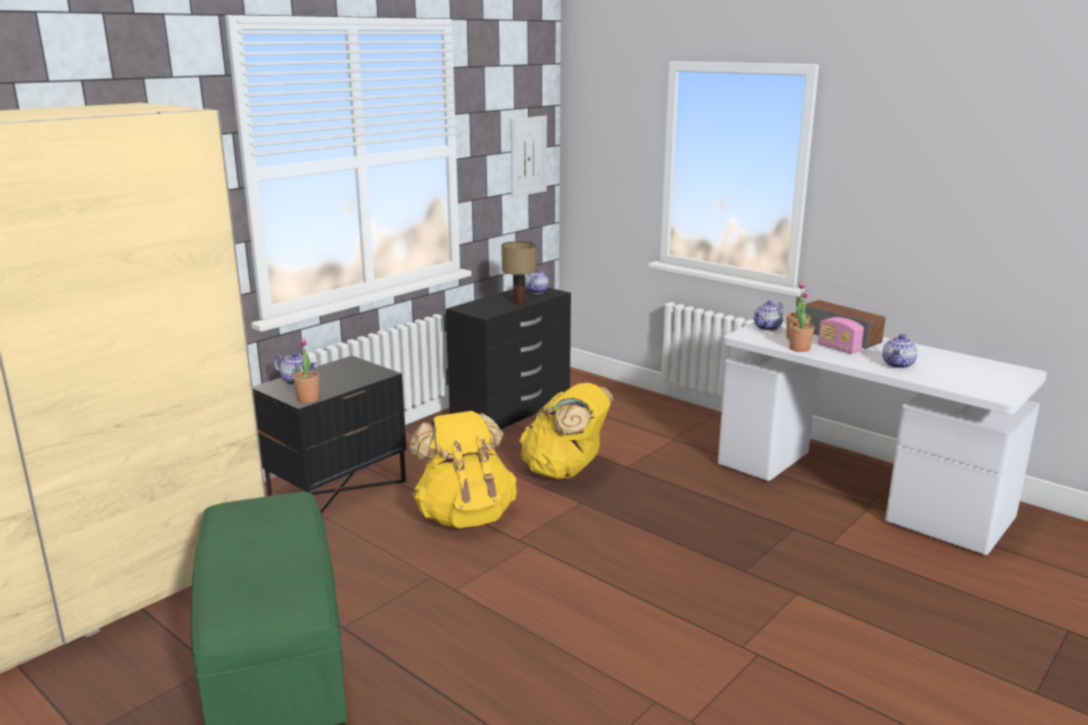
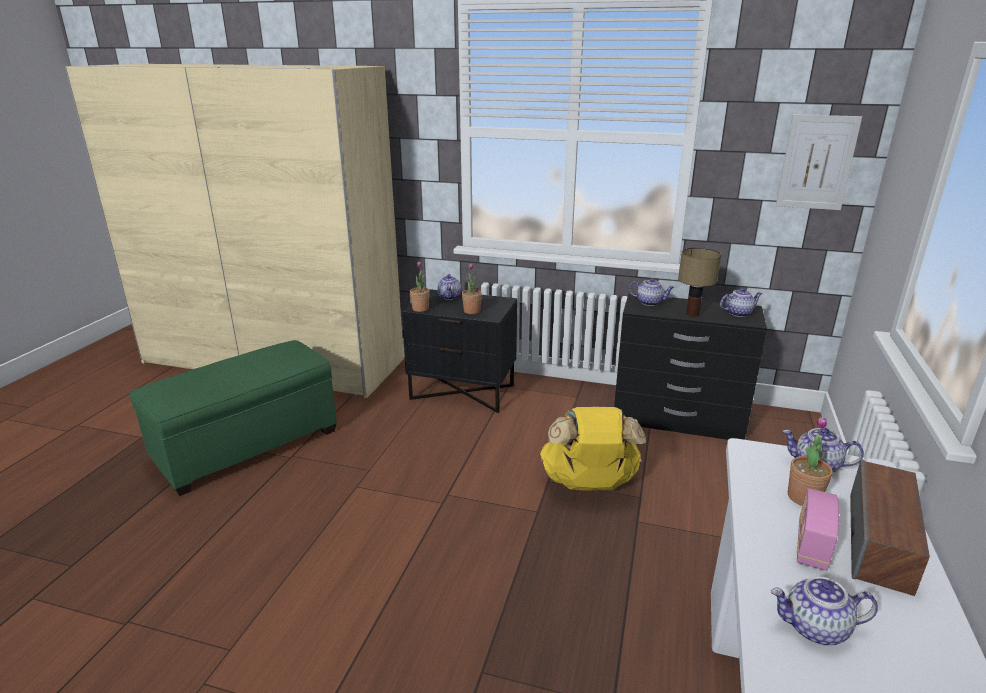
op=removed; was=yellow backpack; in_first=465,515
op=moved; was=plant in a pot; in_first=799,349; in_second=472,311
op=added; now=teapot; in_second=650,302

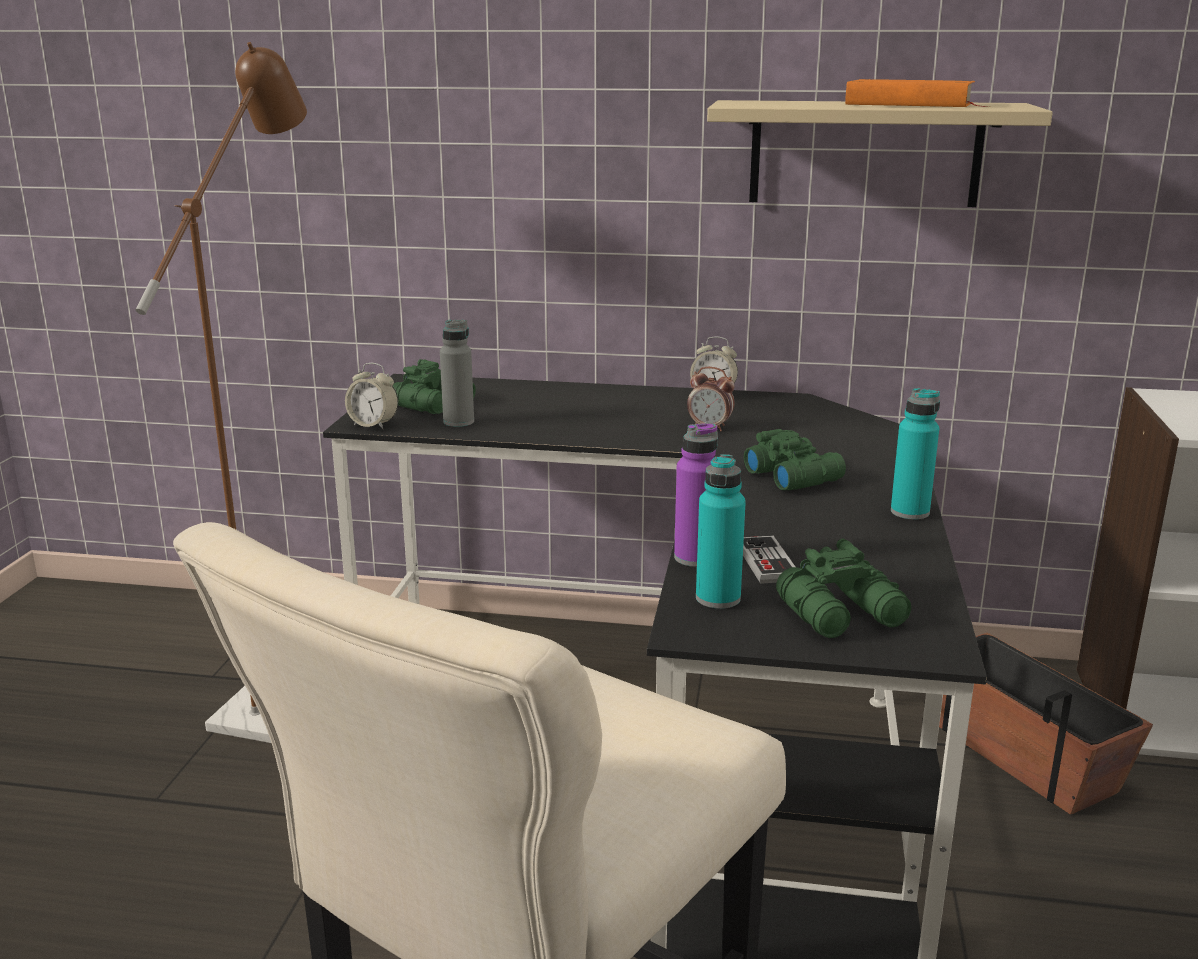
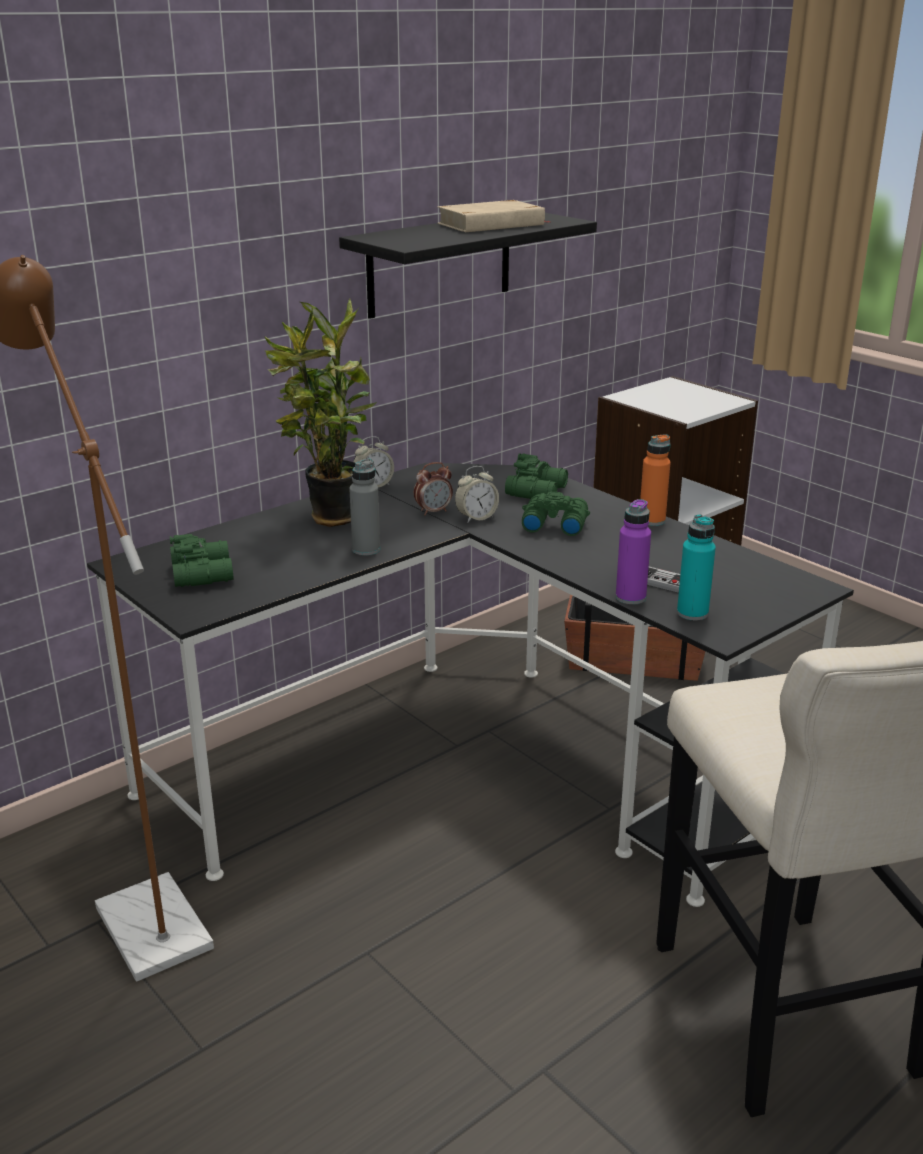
op=moved; was=table clock; in_first=373,425; in_second=476,518
op=moved; was=grey drink bottle; in_first=458,422; in_second=366,550
op=recoloured; was=beige-coloured wall shelf; now=black-coloured wall shelf; in_first=865,153; in_second=440,263
op=moved; was=green pair of binoculars; in_first=844,614; in_second=538,491
op=recoloured; was=orange volume; now=beige-coloured volume; in_first=910,104; in_second=491,224
op=recoloured; was=turquoise-coloured drink bottle; now=orange drink bottle; in_first=910,512; in_second=652,521
op=added; now=plant in a pot; in_second=330,518

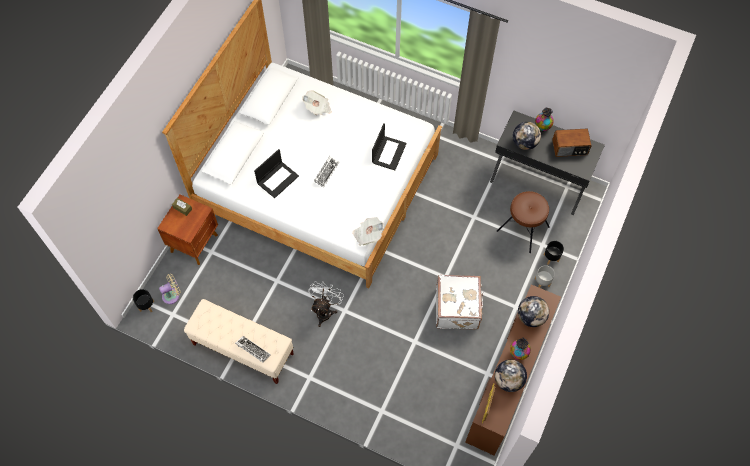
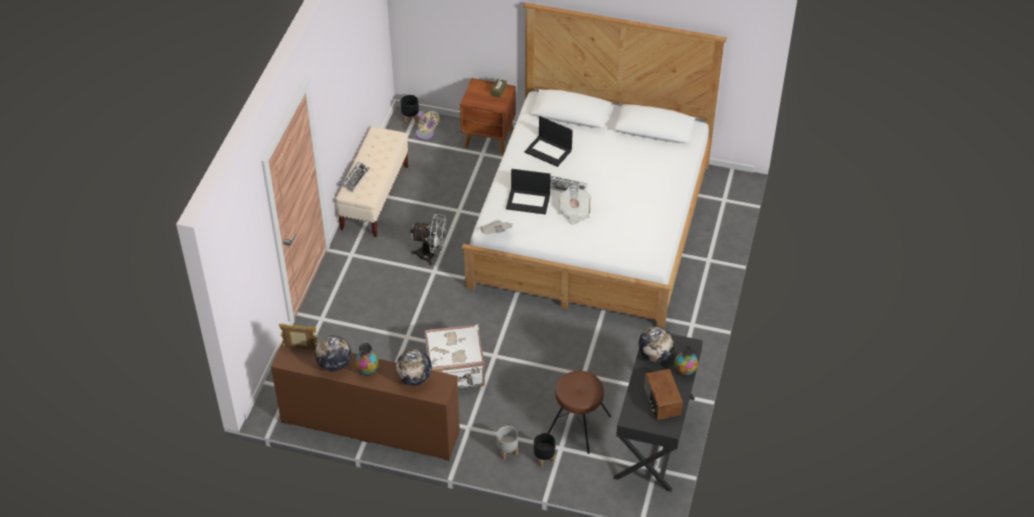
op=moved; was=daily paper; in_first=317,108; in_second=574,212
op=moved; was=laptop; in_first=389,152; in_second=528,201

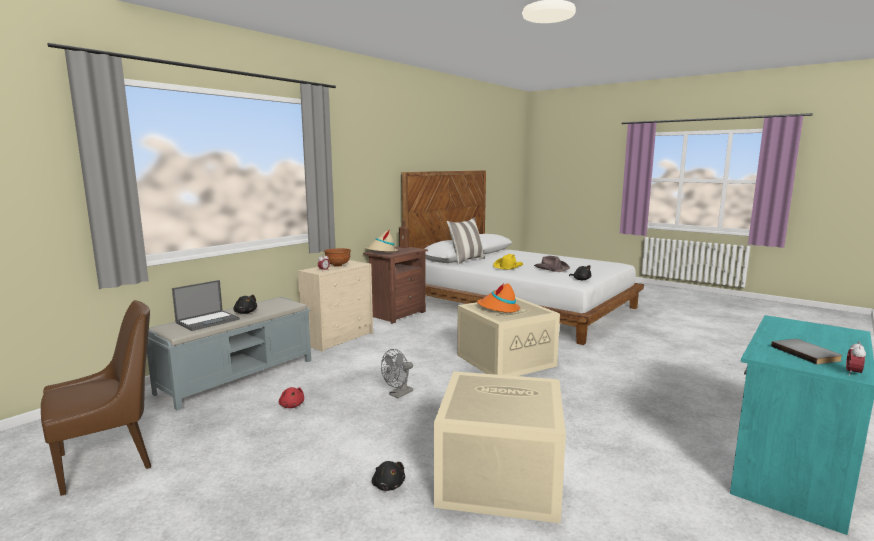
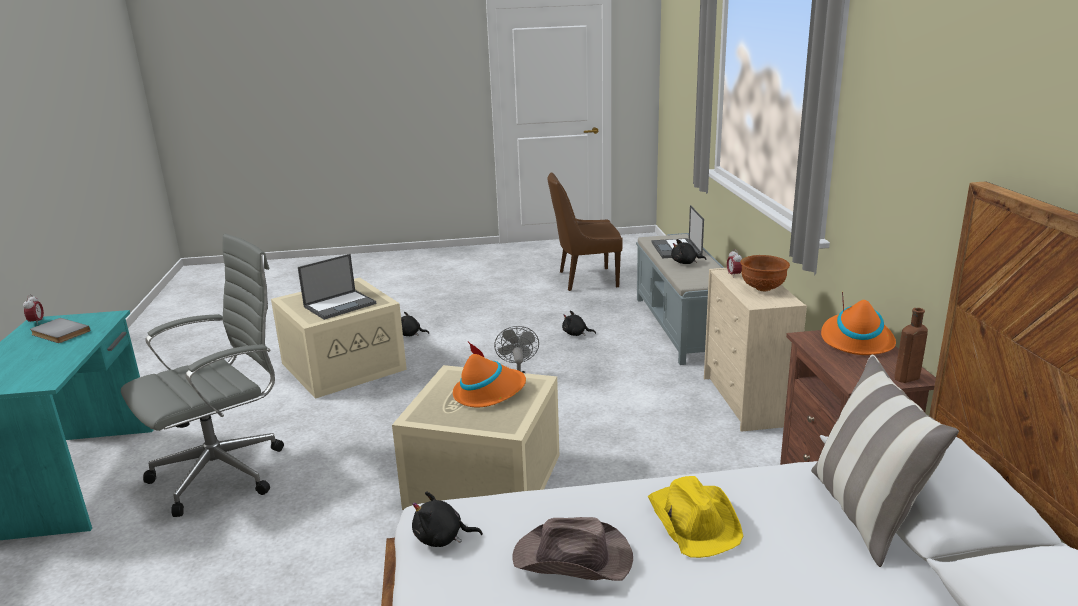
op=turned; was=brown-coloured upright chair; in_first=110,460; in_second=585,279; clockwise=75
op=recoloured; was=red cuddly toy; now=black-coloured cuddly toy; in_first=292,405; in_second=576,334
op=recoloured; was=beige-coloured wearable hat; now=orange wearable hat; in_first=381,252; in_second=856,340
op=added; now=grey desk chair; in_second=225,472
op=added; now=laptop; in_second=340,305

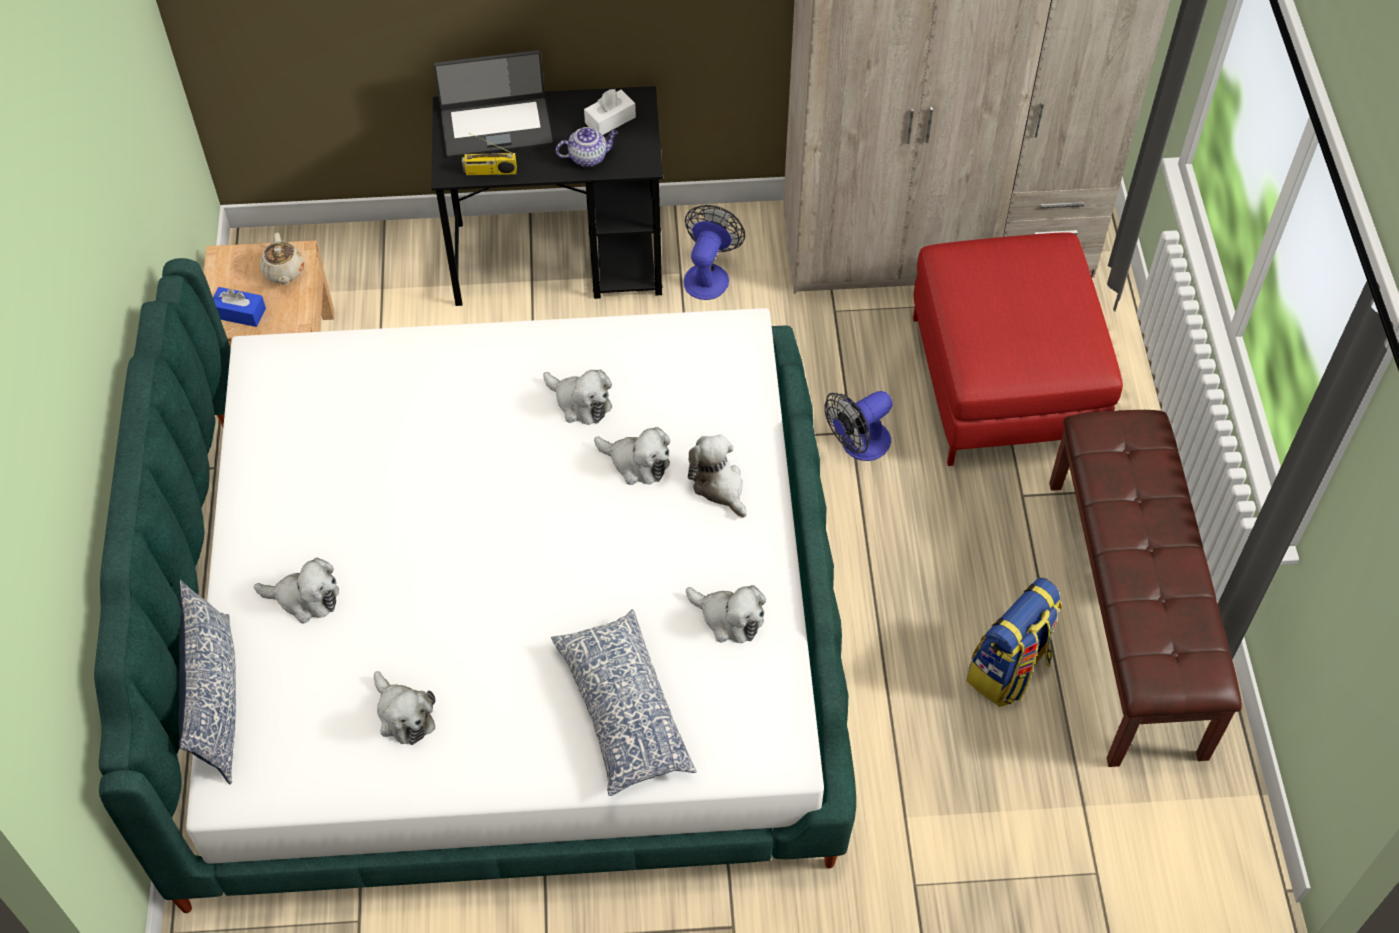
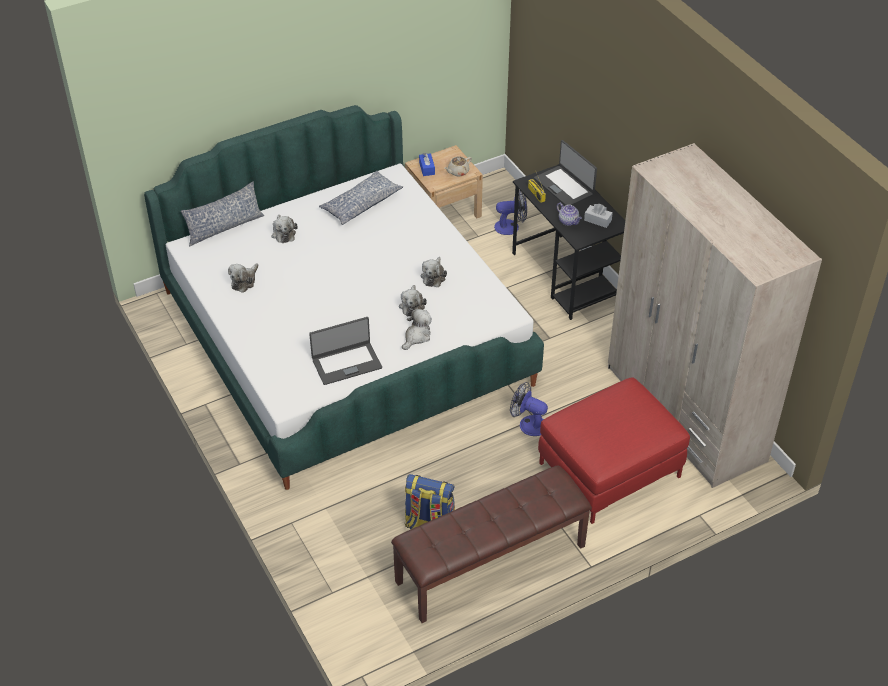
op=moved; was=pillow; in_first=622,712; in_second=361,204
op=moved; was=electric fan; in_first=708,275; in_second=511,227
op=replaced; was=cuddly toy; now=laptop; in_first=729,618; in_second=346,363

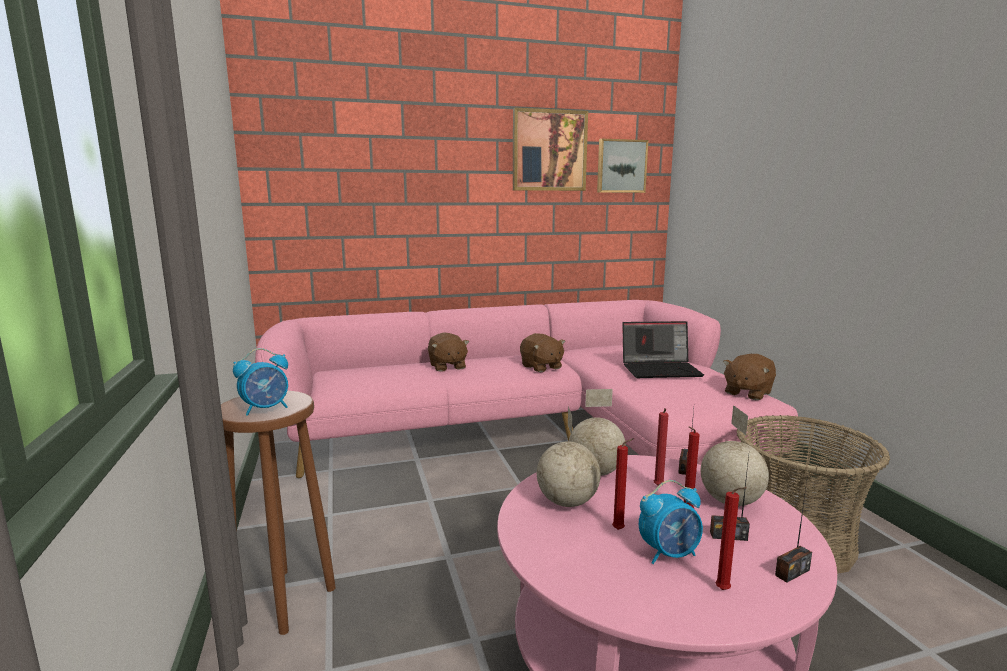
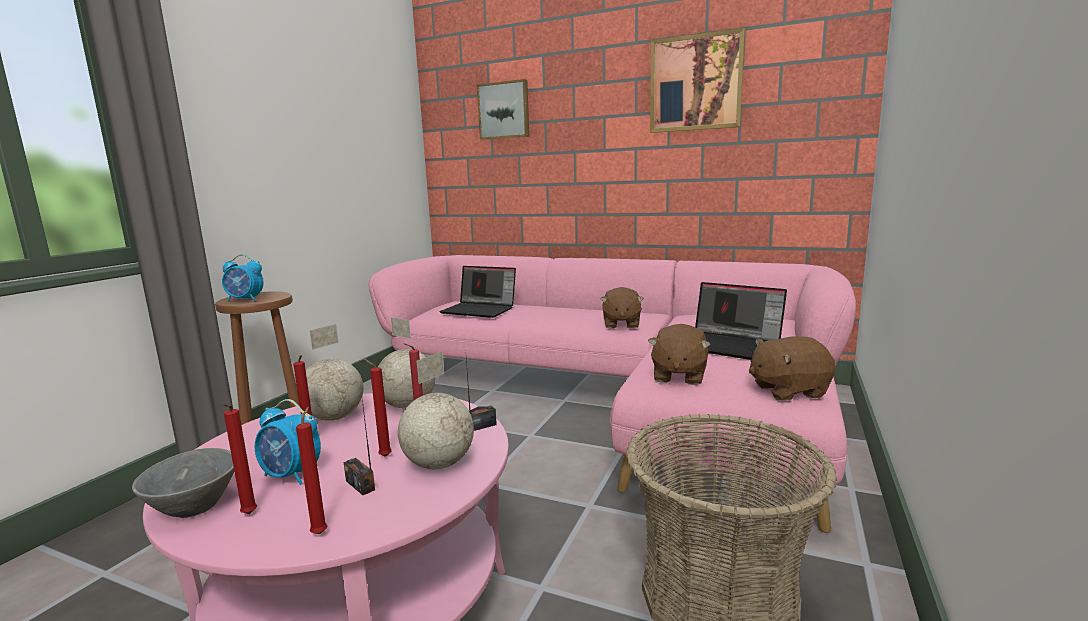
op=moved; was=brown-coloured cuddly toy; in_first=447,366; in_second=678,376
op=moved; was=wall picture; in_first=621,166; in_second=504,110
op=replaced; was=radio receiver; now=red candle; in_first=792,572; in_second=321,532
op=added; now=grey deep dish; in_second=191,508
op=added; now=laptop; in_second=480,310

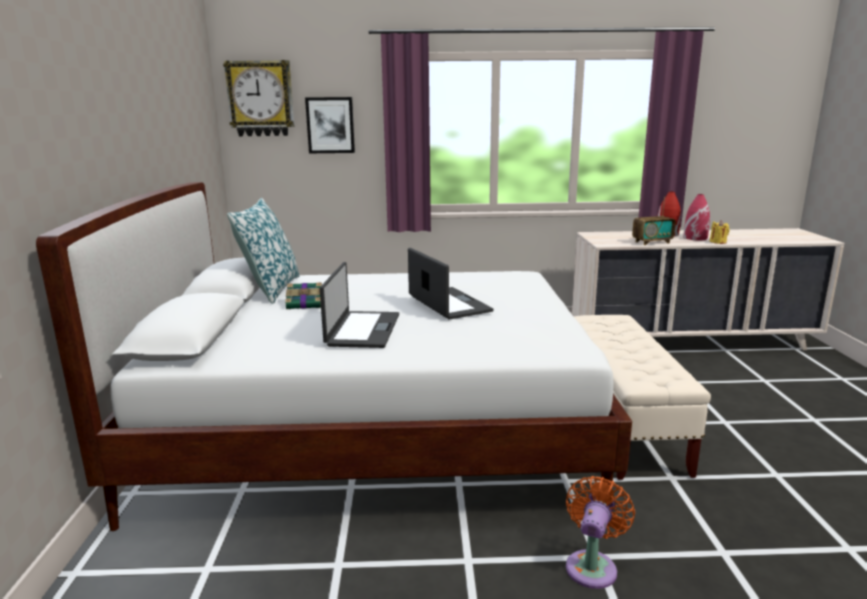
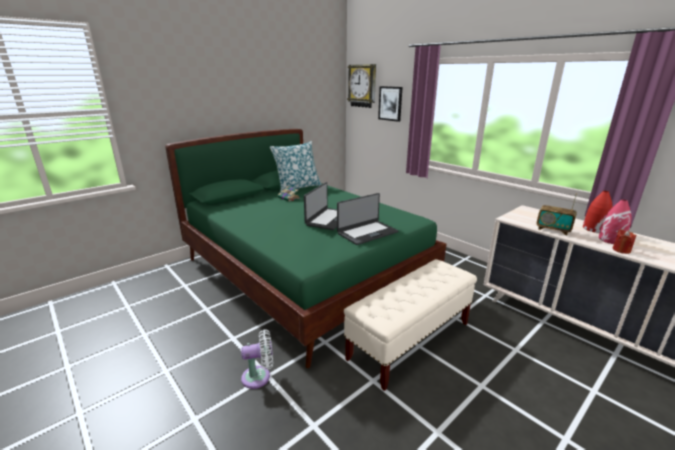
op=recoloured; was=white sleeping bed; now=green sleeping bed; in_first=374,431; in_second=304,273
op=moved; was=laptop; in_first=362,330; in_second=367,232
op=recoloured; was=orange electric fan; now=white electric fan; in_first=592,565; in_second=259,376
op=recoloured; was=yellow candle; now=red candle; in_first=718,242; in_second=621,250

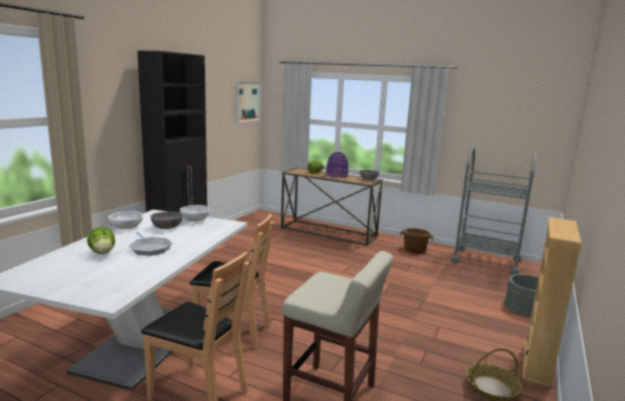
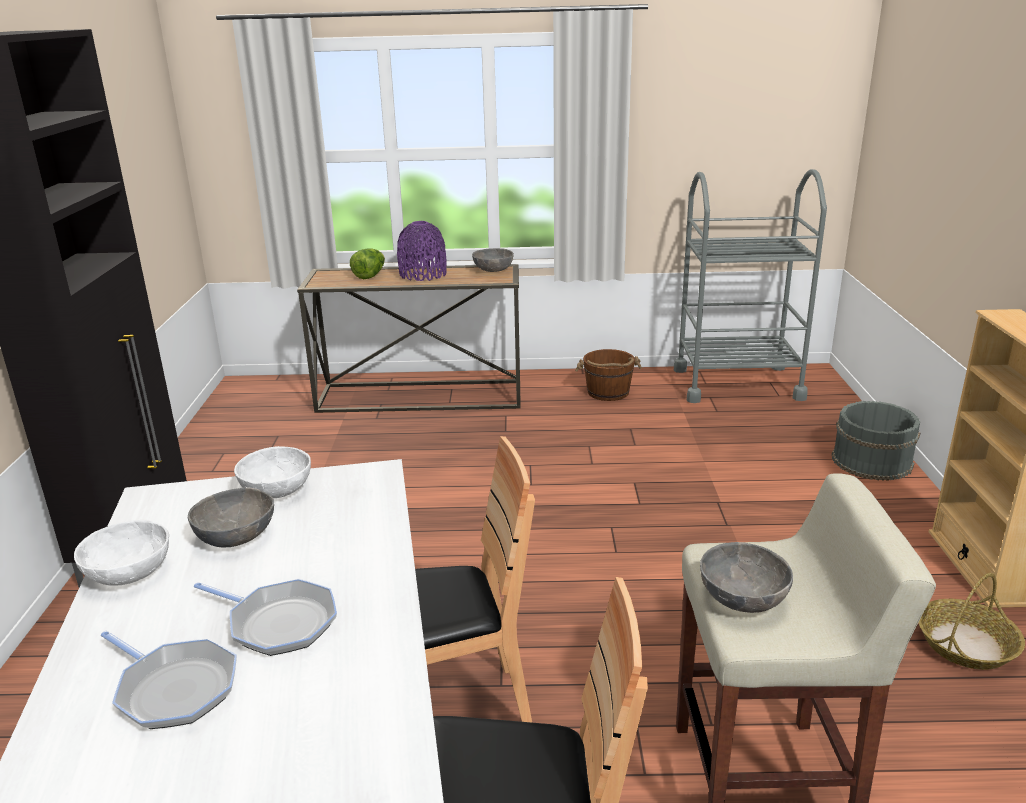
op=replaced; was=head of lettuce; now=skillet; in_first=103,253; in_second=174,688
op=removed; was=wall picture; in_first=247,101
op=added; now=grey deep dish; in_second=742,599

